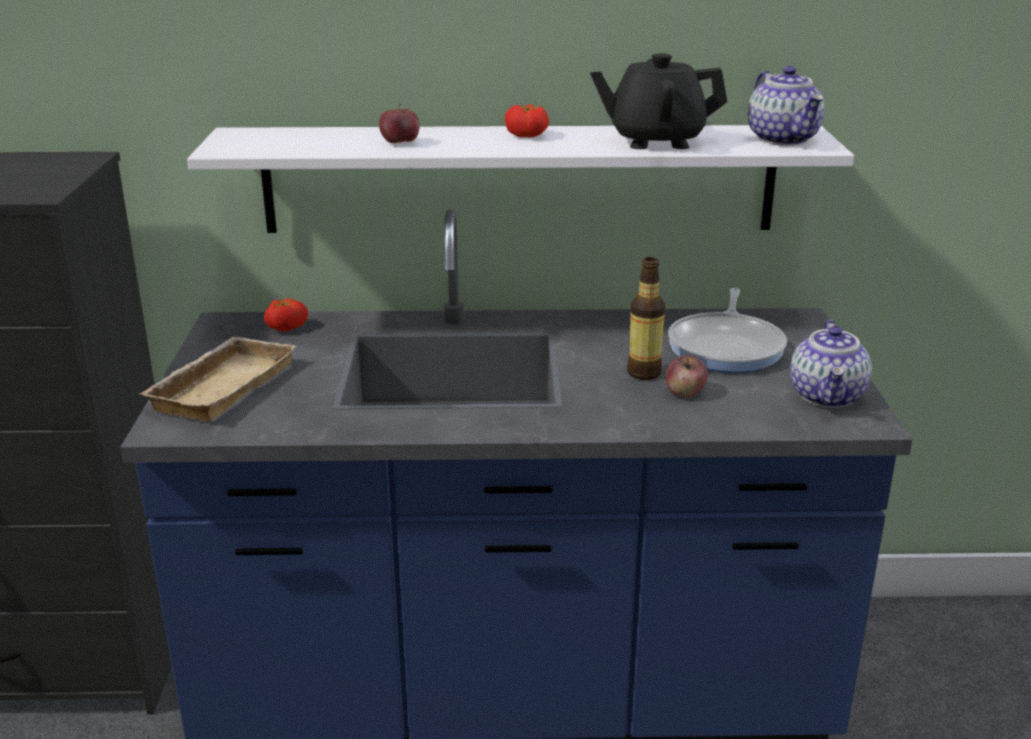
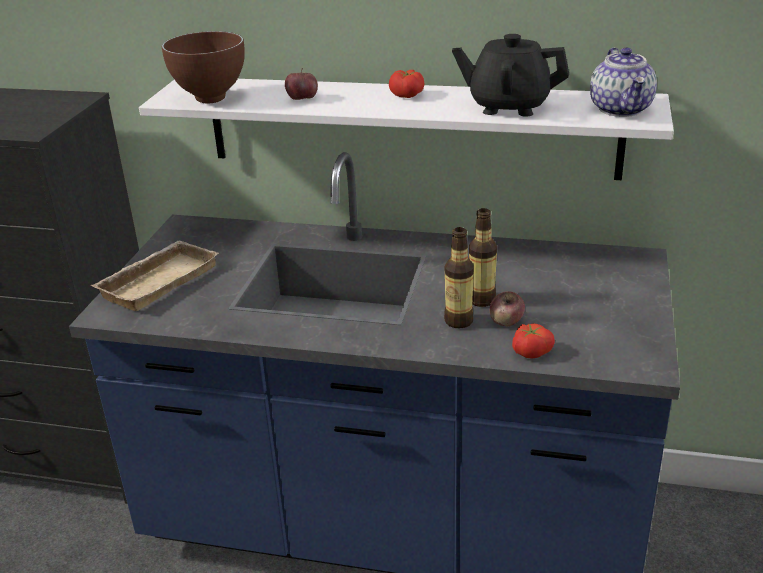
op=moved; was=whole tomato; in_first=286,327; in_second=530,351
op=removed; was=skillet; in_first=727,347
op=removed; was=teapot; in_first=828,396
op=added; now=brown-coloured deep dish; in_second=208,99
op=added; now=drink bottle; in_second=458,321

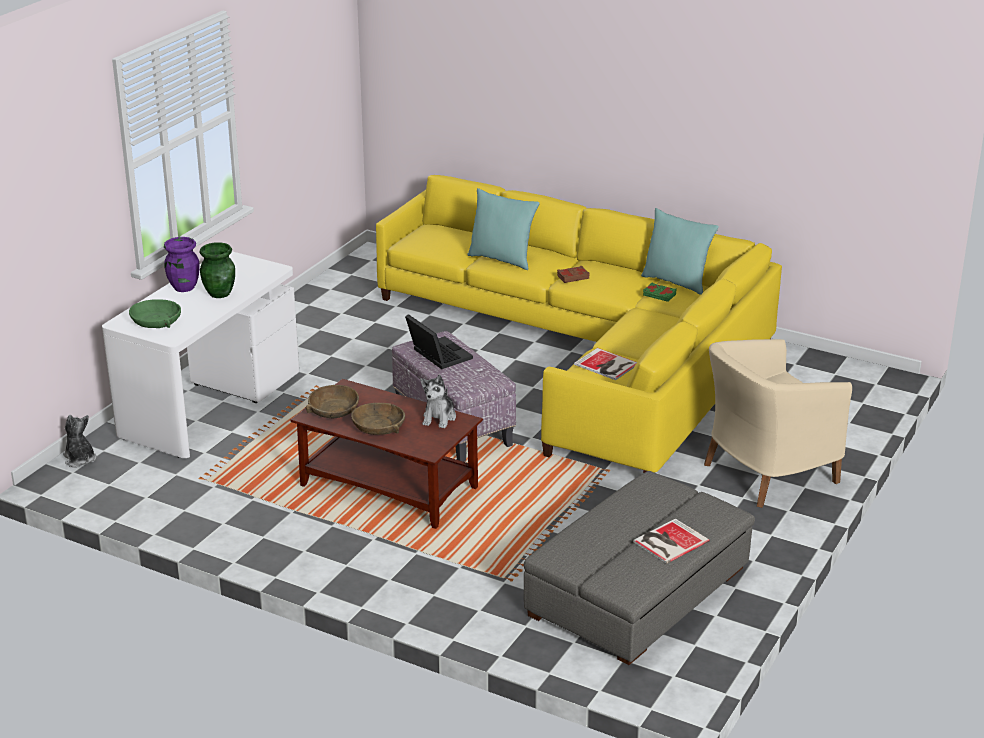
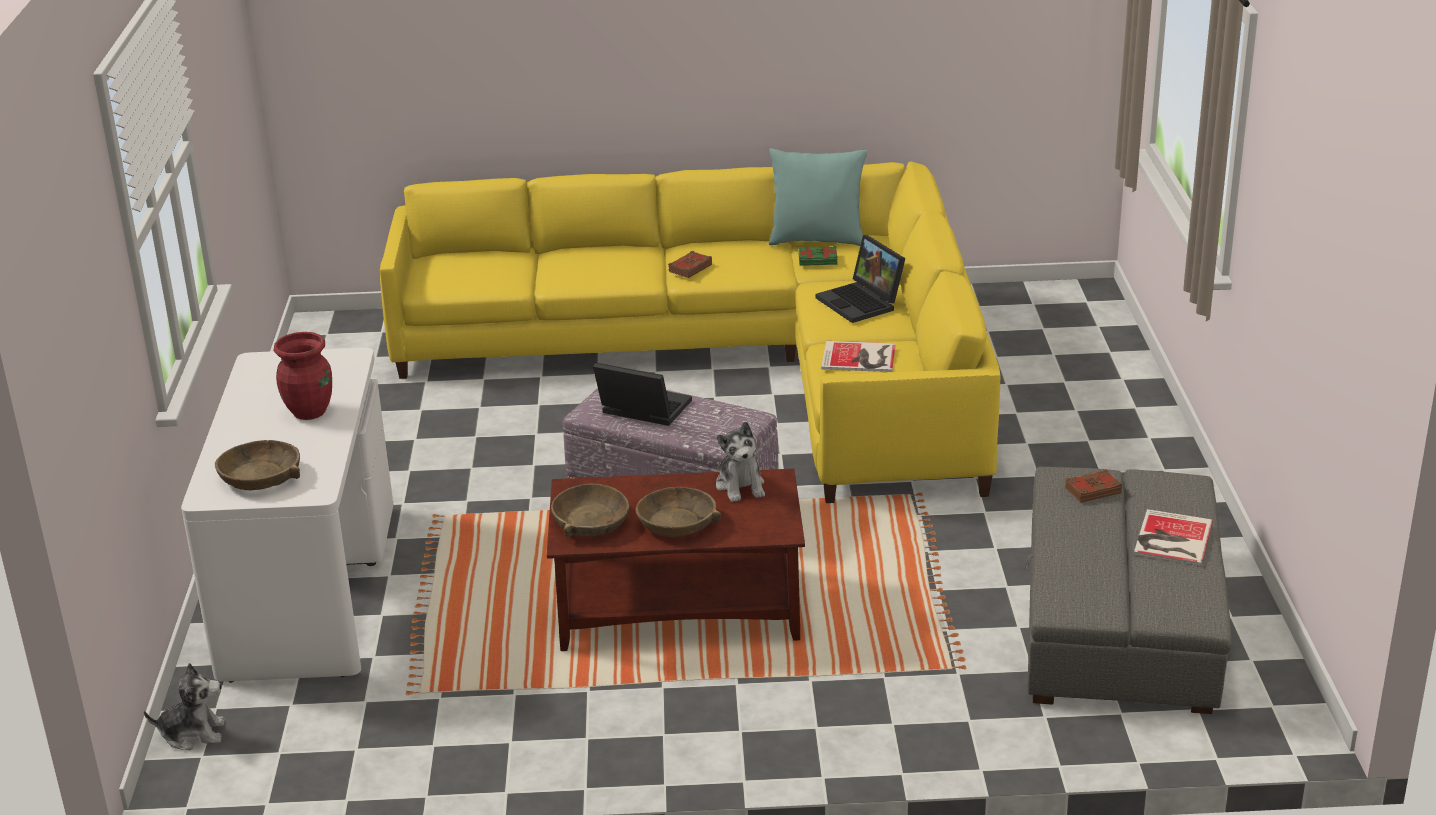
op=turned; was=cuddly toy; in_first=80,459; in_second=193,734; clockwise=150
op=recoloured; was=green deep dish; now=brown-coloured deep dish; in_first=156,321; in_second=261,477
op=removed; was=purple flower vase; in_first=183,287
op=recoloured; was=green flower vase; now=red flower vase; in_first=220,293; in_second=310,411
op=removed; was=turquoise-coloured pillow; in_first=502,259
op=removed; was=beige-coloured easy chair; in_first=765,473
op=added; now=laptop; in_second=862,303
op=added; now=brown-coloured volume; in_second=1092,490

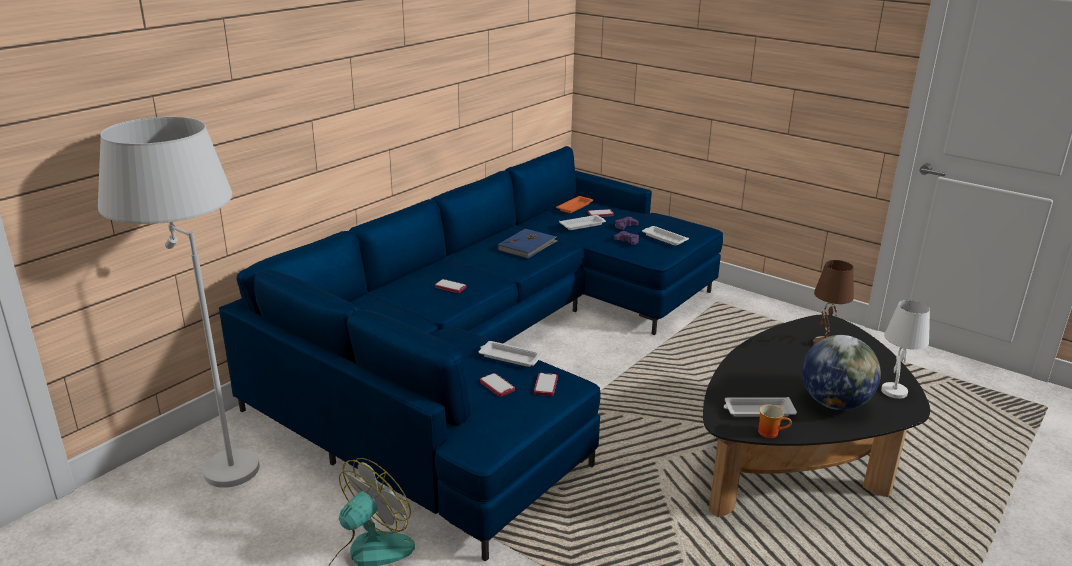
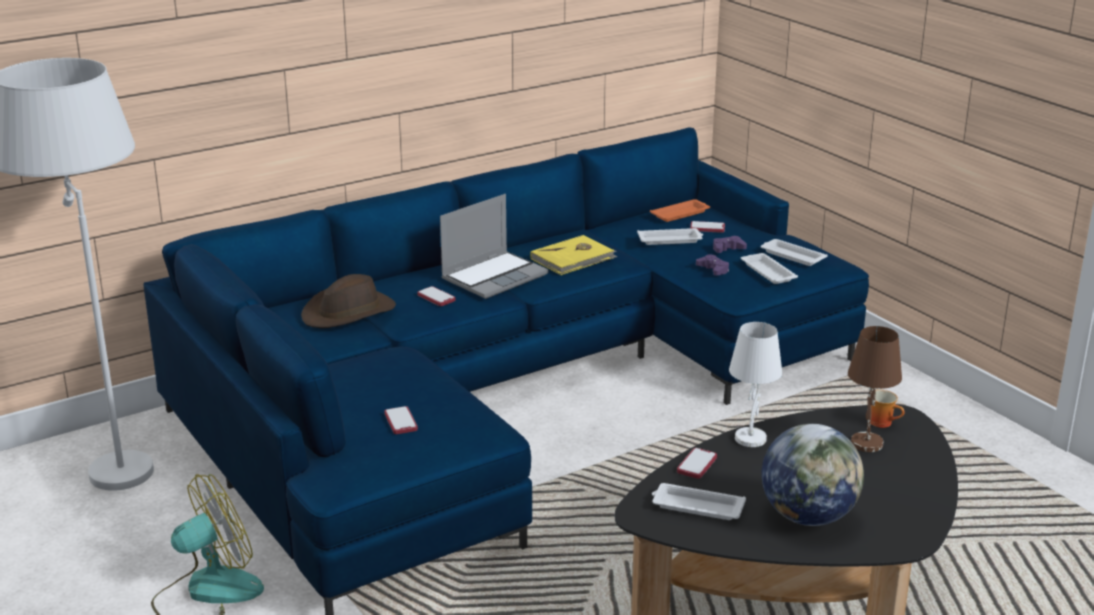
op=moved; was=white carrying tray; in_first=509,357; in_second=792,256
op=recoloured; was=blue volume; now=yellow volume; in_first=527,246; in_second=573,259
op=moved; was=handset; in_first=545,385; in_second=697,464
op=moved; was=coffee mug; in_first=770,432; in_second=883,422
op=moved; was=white tabletop lamp; in_first=893,391; in_second=750,438
op=added; now=brown-coloured wearable hat; in_second=349,313
op=added; now=laptop; in_second=494,276

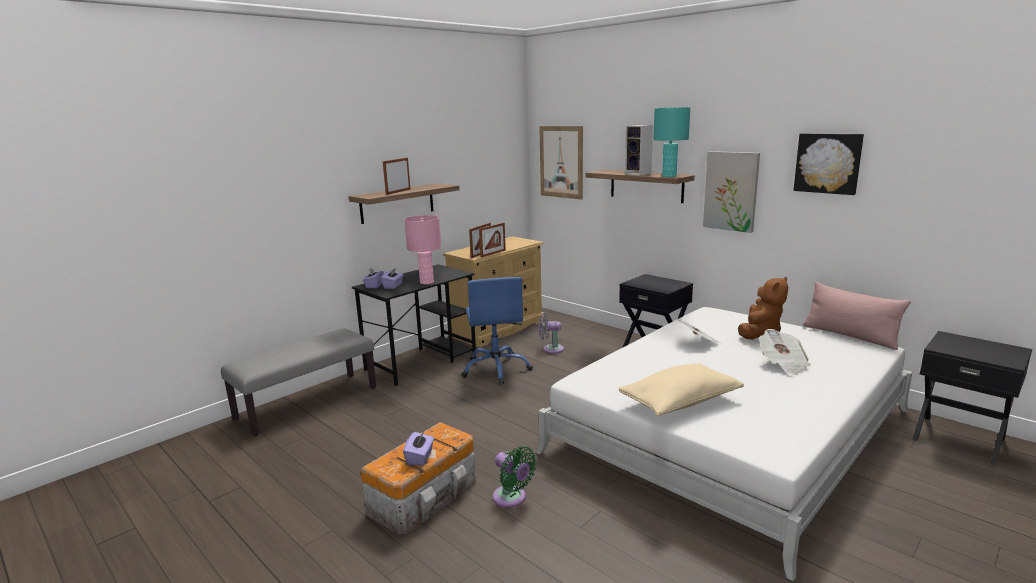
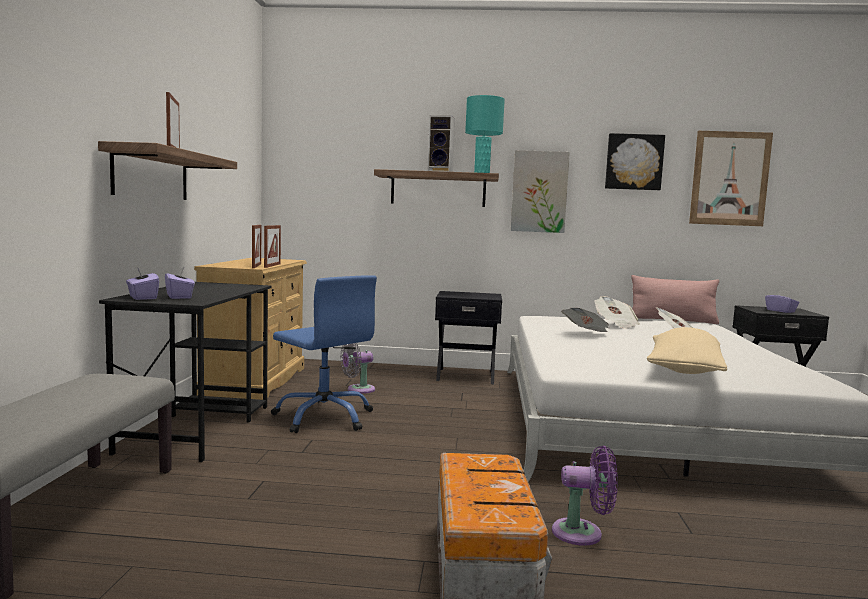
op=moved; was=purple tissue holder; in_first=420,457; in_second=780,311
op=removed; was=pink-coloured tabletop lamp; in_first=427,282
op=recoloured; was=green electric fan; now=purple electric fan; in_first=512,498; in_second=582,533
op=moved; was=wall picture; in_first=561,162; in_second=730,178
op=replaced; was=brown-coloured cuddly toy; now=daily paper; in_first=760,334; in_second=615,324

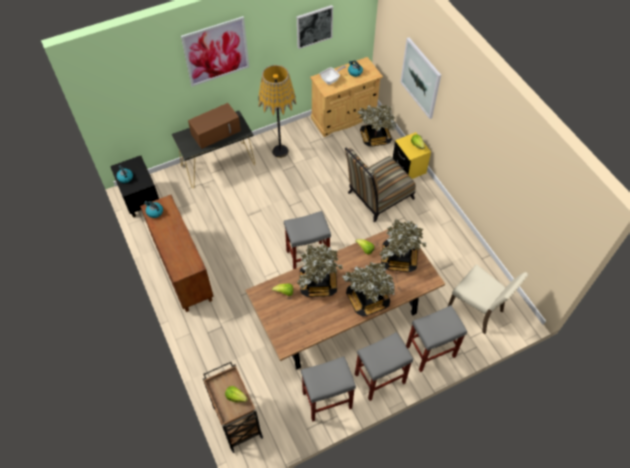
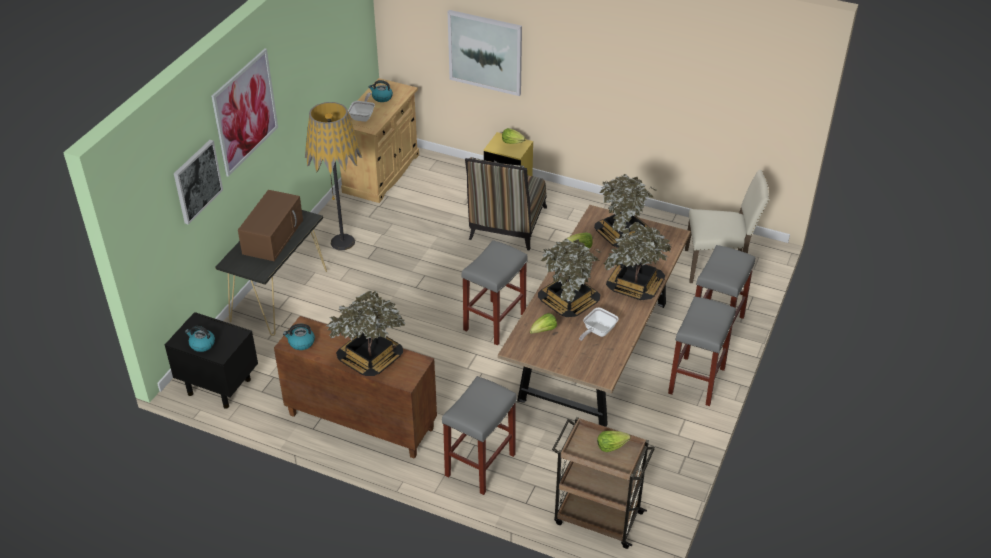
op=moved; was=wall picture; in_first=314,26; in_second=197,181
op=moved; was=grey stool; in_first=326,401; in_second=480,466
op=moved; was=plant in a pot; in_first=375,138; in_second=370,359
op=added; now=skillet; in_second=597,332

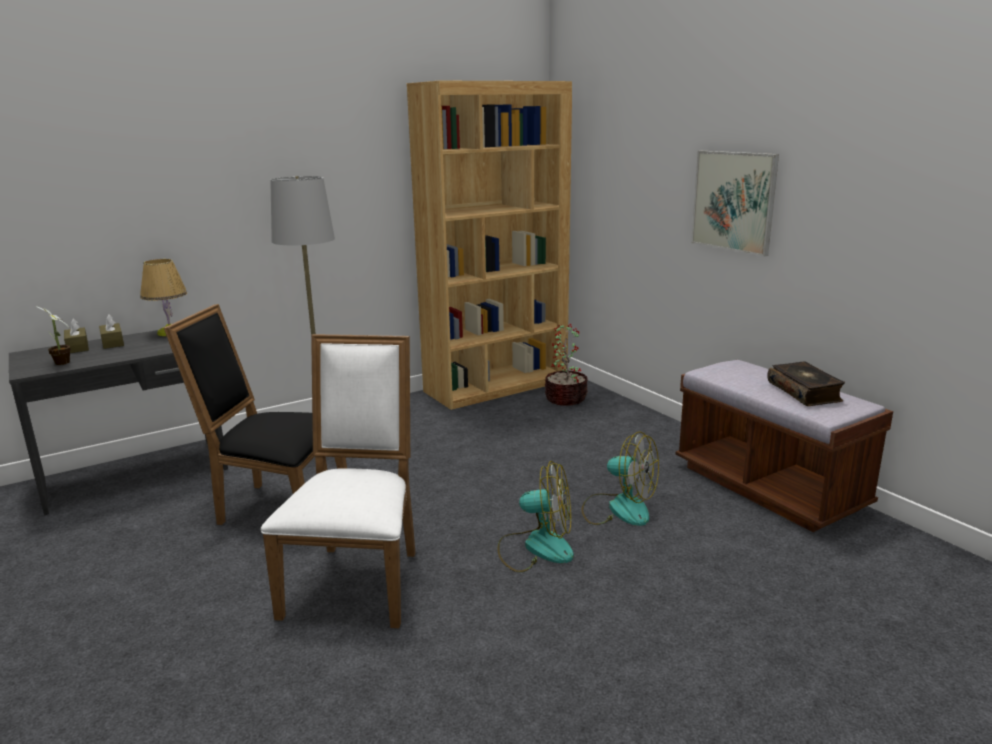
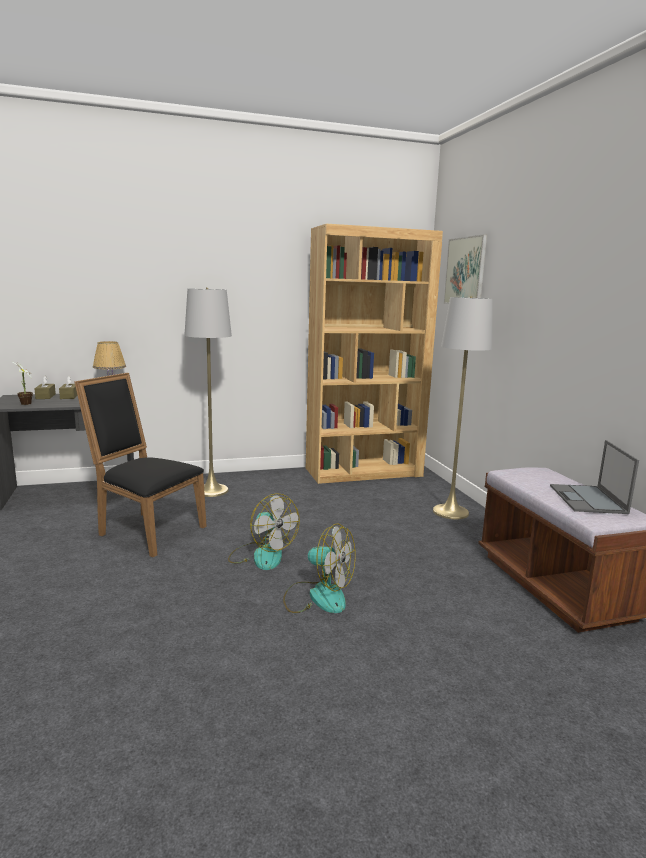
op=removed; was=white upright chair; in_first=358,579
op=removed; was=plant in a pot; in_first=565,398
op=moved; was=electric fan; in_first=618,509; in_second=261,555
op=moved; was=wall picture; in_first=733,201; in_second=465,271
op=replaced; was=volume; now=laptop; in_first=804,392; in_second=588,499
op=added; now=grey standard lamp; in_second=450,512

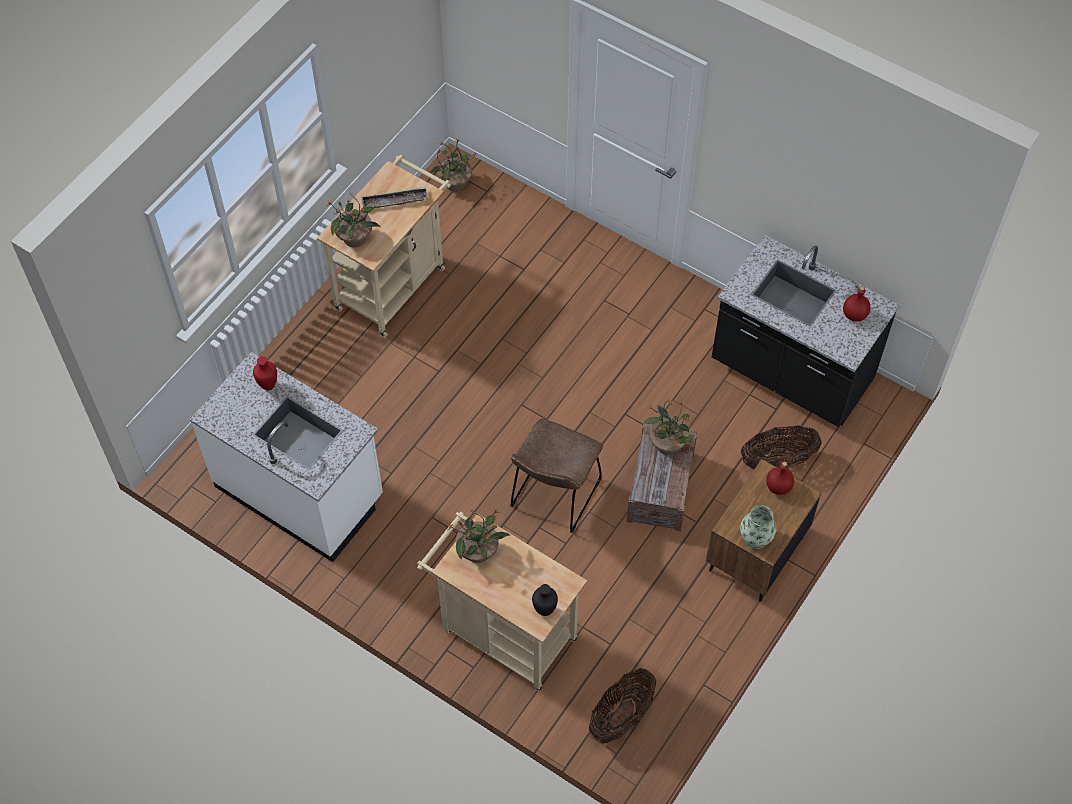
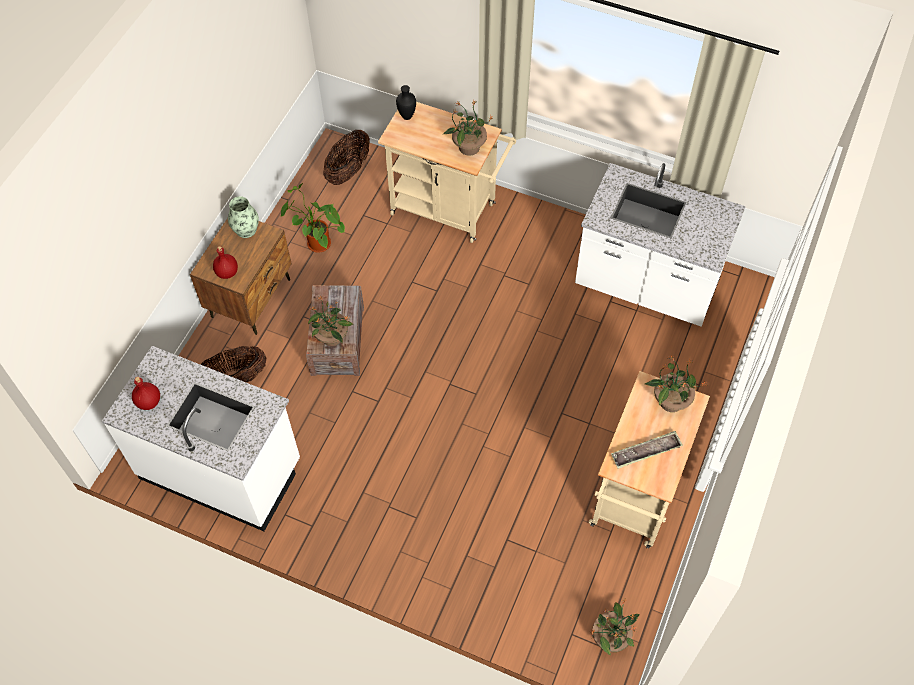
op=removed; was=red flower vase; in_first=269,385
op=removed; was=brown-coloured upright chair; in_first=553,497
op=recoloured; was=black-coloured kitchen counter; now=white kitchen counter; in_first=791,373; in_second=221,469
op=added; now=plant in a pot; in_second=316,244

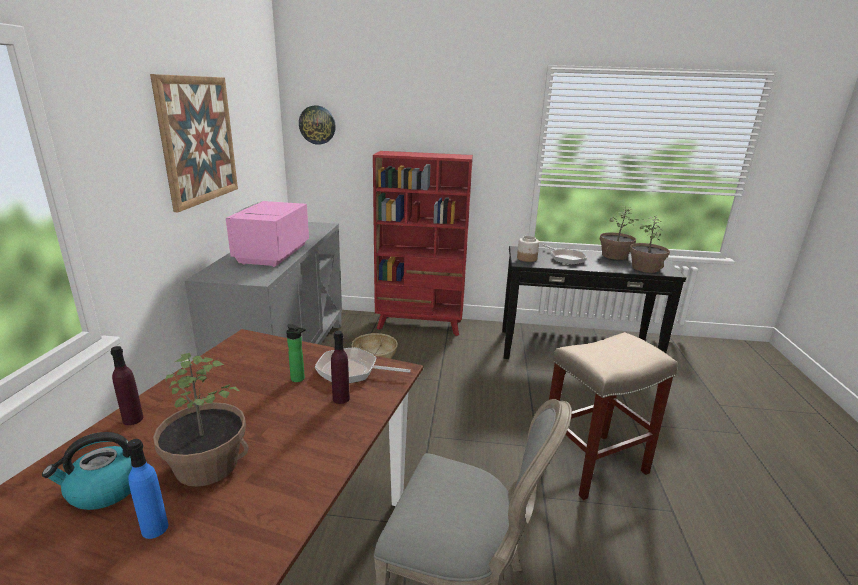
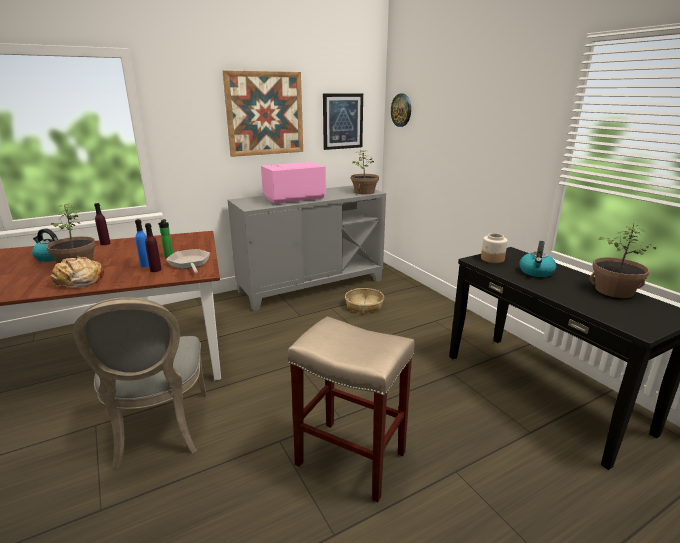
op=moved; was=blue drink bottle; in_first=155,528; in_second=146,265
op=removed; was=red bookcase; in_first=420,325
op=replaced; was=skillet; now=water kettle; in_first=565,258; in_second=536,272
op=moved; was=plant in a pot; in_first=645,268; in_second=364,192
op=added; now=bread; in_second=79,281
op=added; now=wall picture; in_second=342,121

